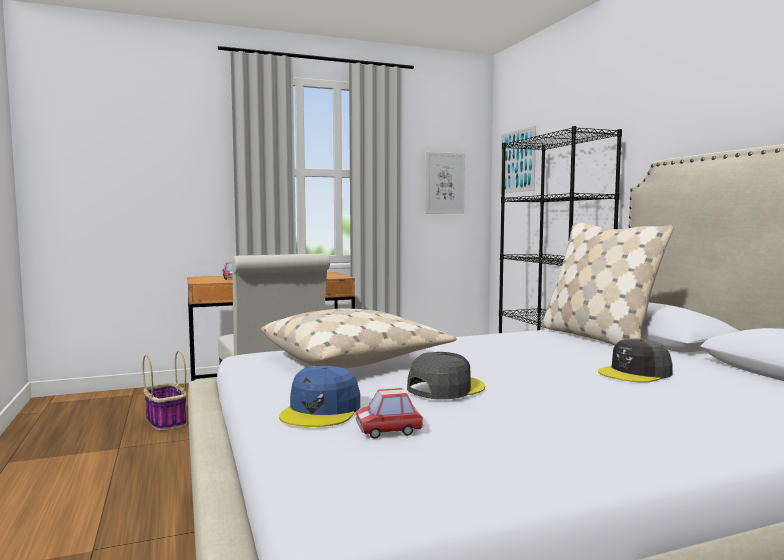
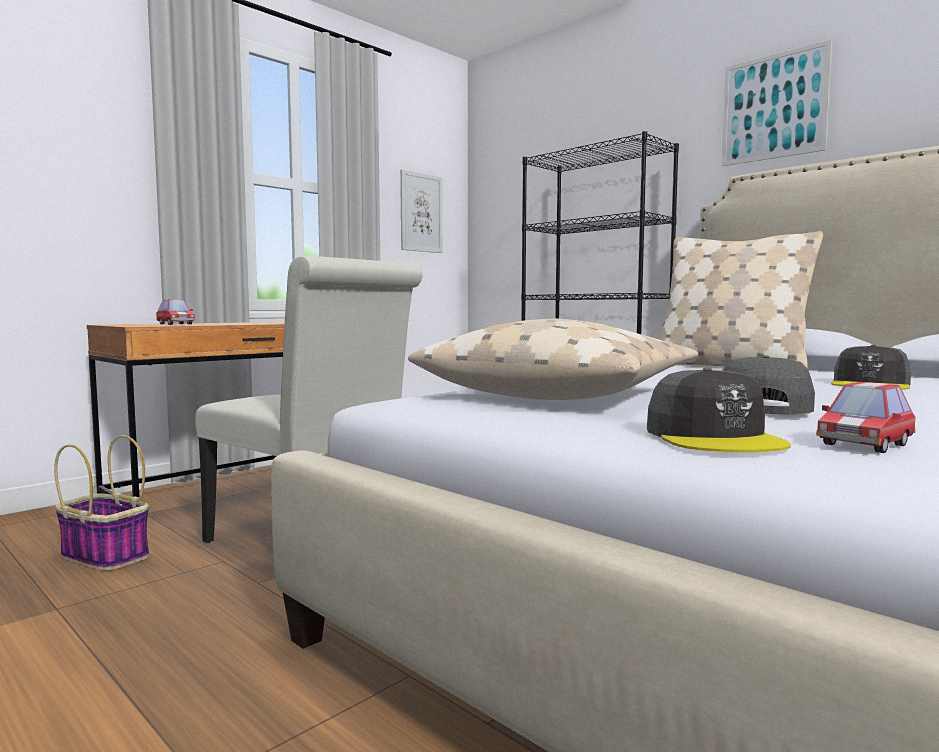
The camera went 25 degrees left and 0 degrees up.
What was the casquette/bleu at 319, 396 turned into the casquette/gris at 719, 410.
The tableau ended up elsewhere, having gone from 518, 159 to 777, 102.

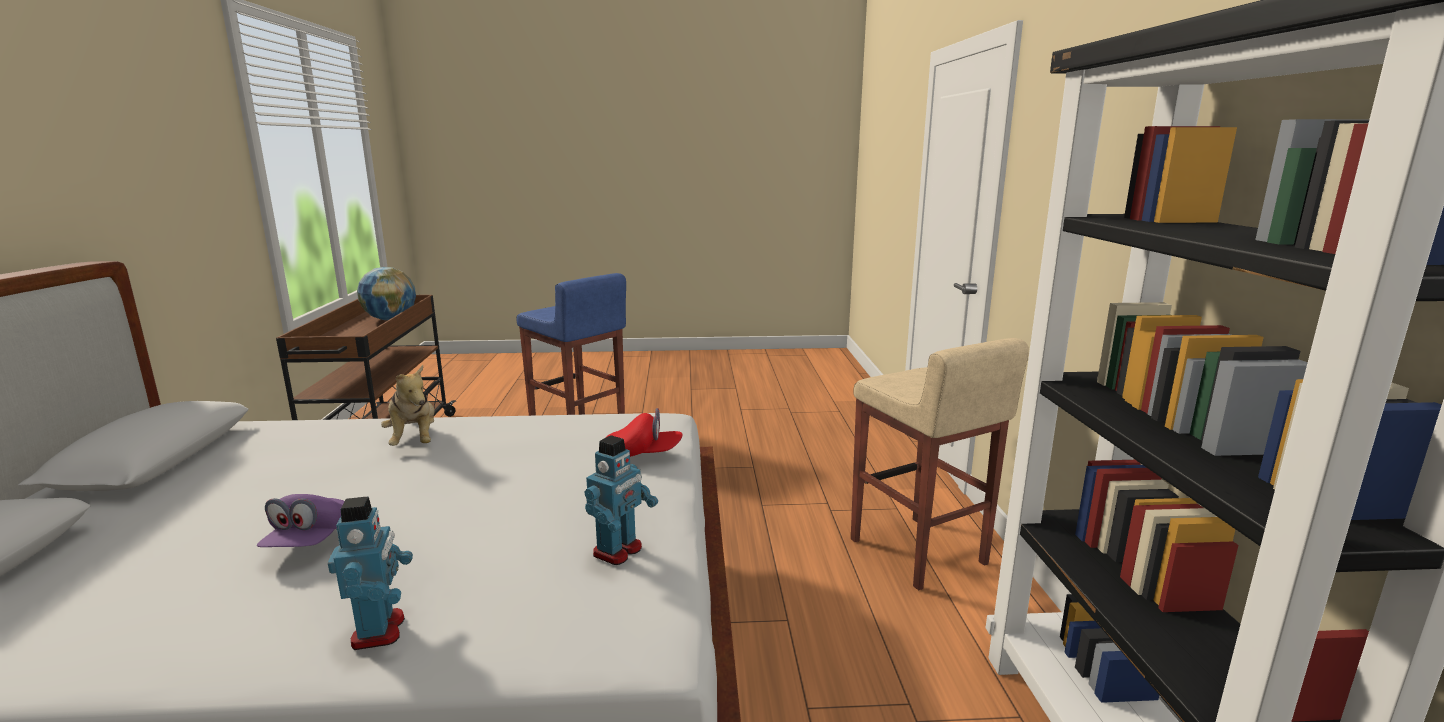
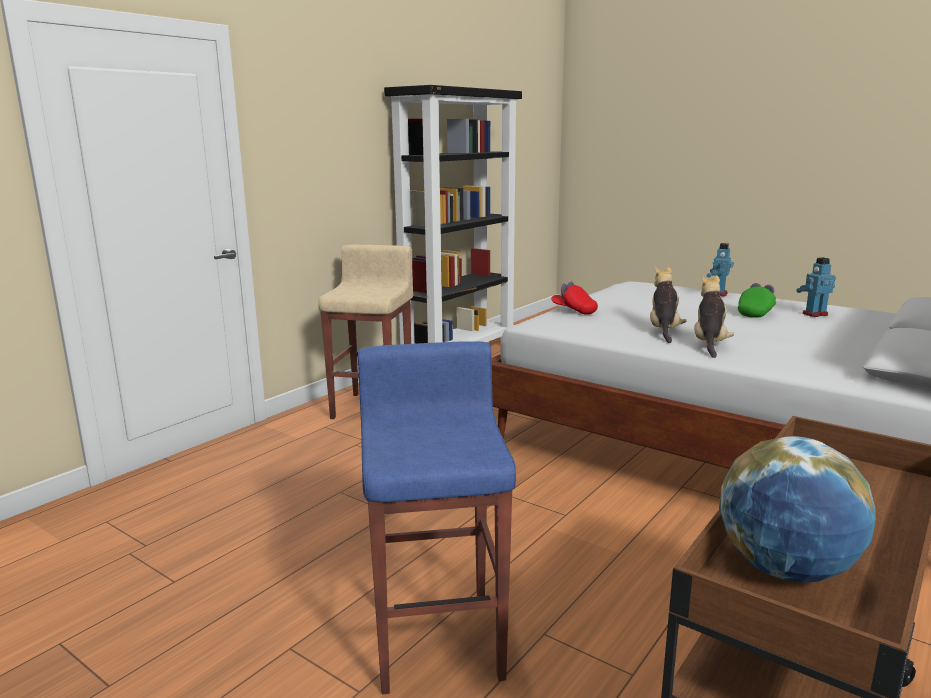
The camera went 140 degrees left and 0 degrees up.
The second view gained the peluche at 668, 304.
What was the casquette/violet at 300, 520 turned into the casquette/vert at 757, 300.
The robot jouet ended up elsewhere, having gone from 621, 500 to 816, 287.

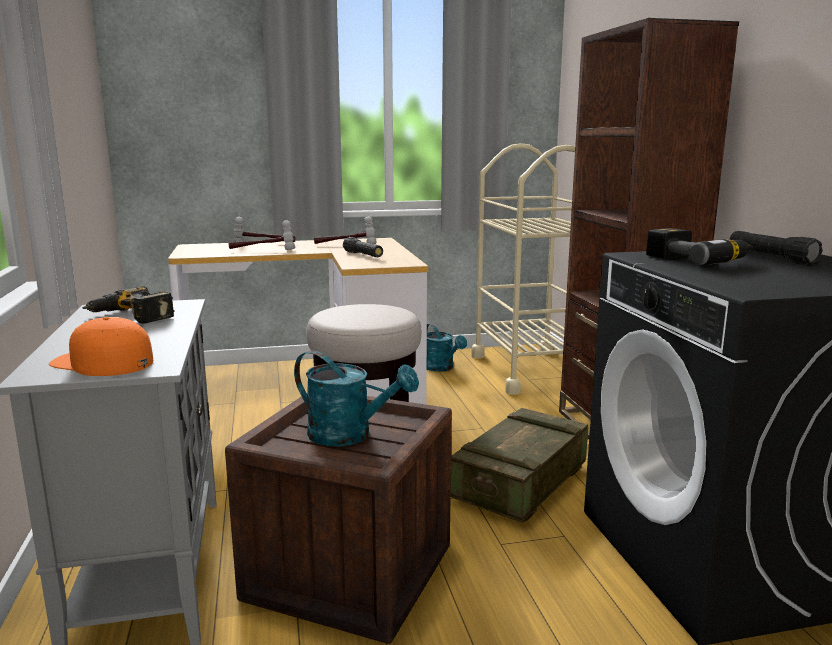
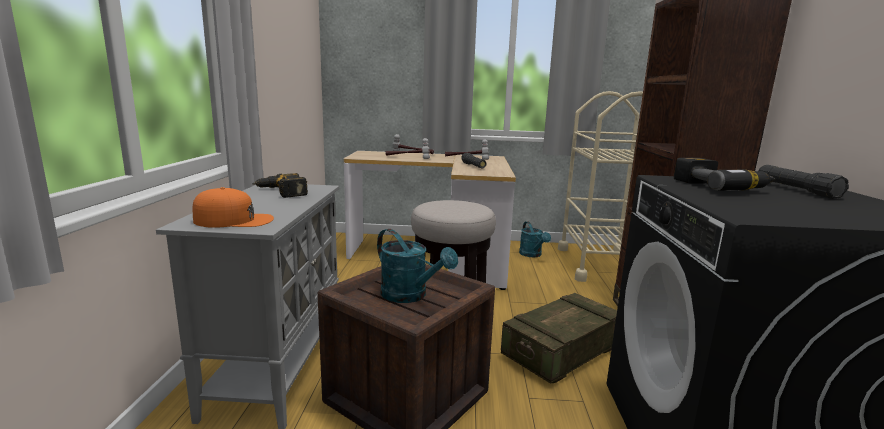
The camera went 15 degrees right and 0 degrees up.
The casquette/orange at 101, 346 ended up facing another way, 135 degrees clockwise from before.

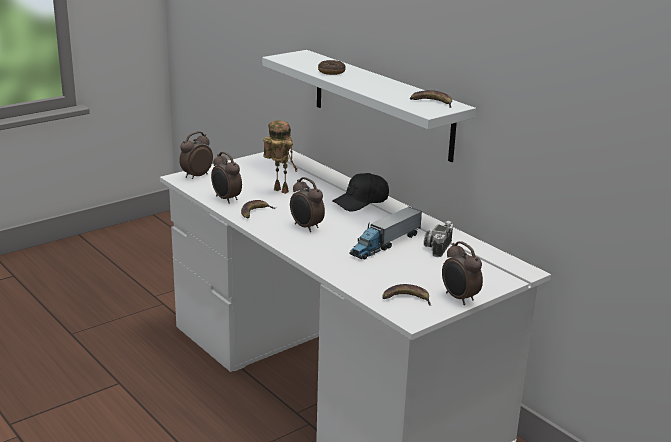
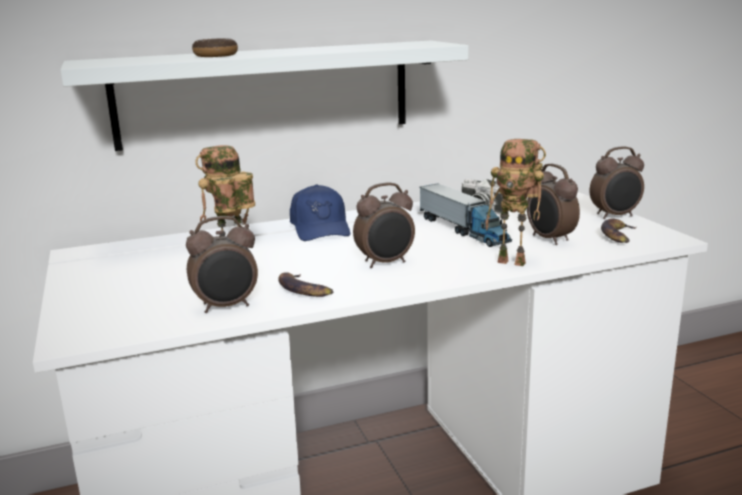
The camera went 70 degrees left and 5 degrees down.
What was the casquette/noir at 360, 192 turned into the casquette/bleu at 320, 212.
The second view gained the robot jouet at 515, 202.
The réveil ended up elsewhere, having gone from 196, 155 to 553, 204.
The second view lost the banane at 431, 99.

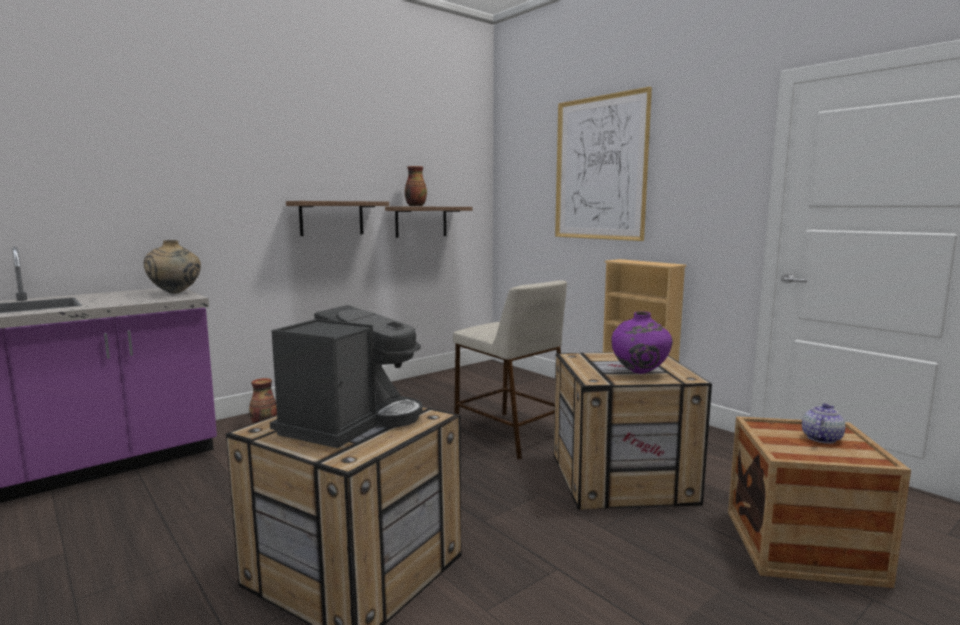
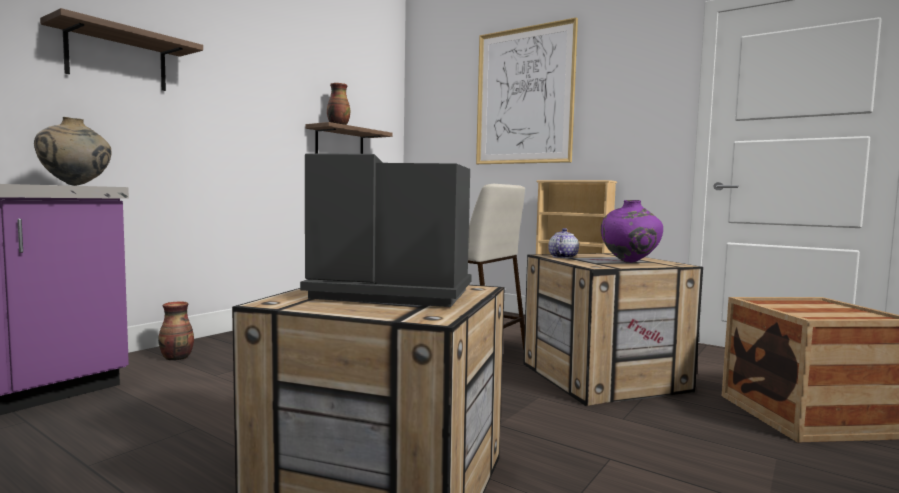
The camera went 15 degrees left and 5 degrees down.
The étagère ended up elsewhere, having gone from 337, 218 to 121, 49.
The machine à café at 346, 376 ended up facing another way, 90 degrees counterclockwise from before.
The théière ended up elsewhere, having gone from 823, 423 to 563, 243.

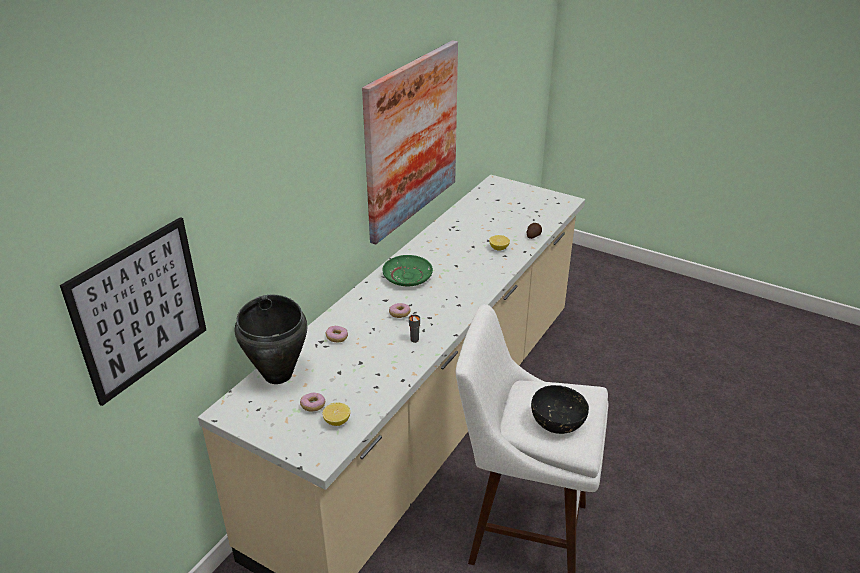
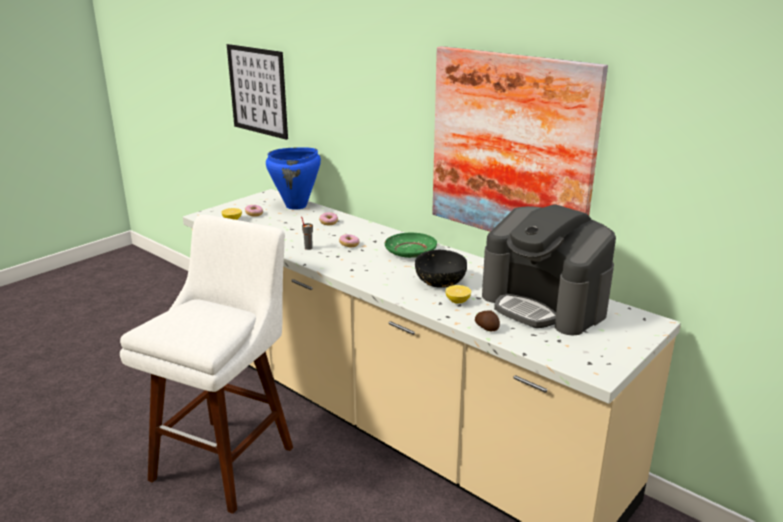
The camera went 100 degrees right and 10 degrees down.
What was the marmite/noir at 271, 339 turned into the marmite/bleu at 293, 178.
The bol/noir ended up elsewhere, having gone from 560, 409 to 441, 269.
The second view gained the machine à café at 549, 270.

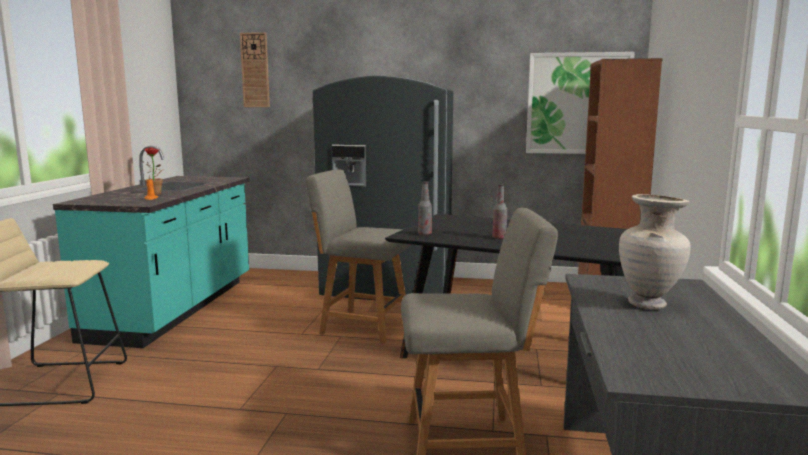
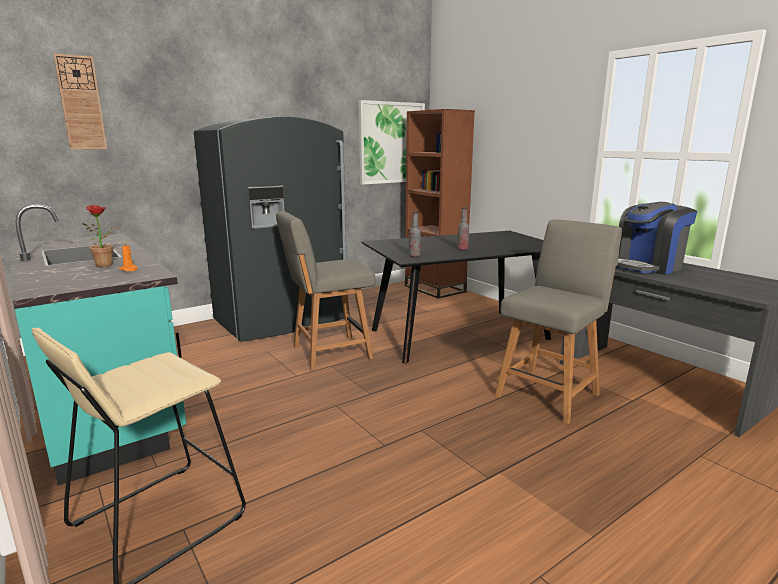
The camera went 45 degrees left and 5 degrees up.
Where the vase/beige stood at 655, 251, the machine à café came to stand at 656, 238.

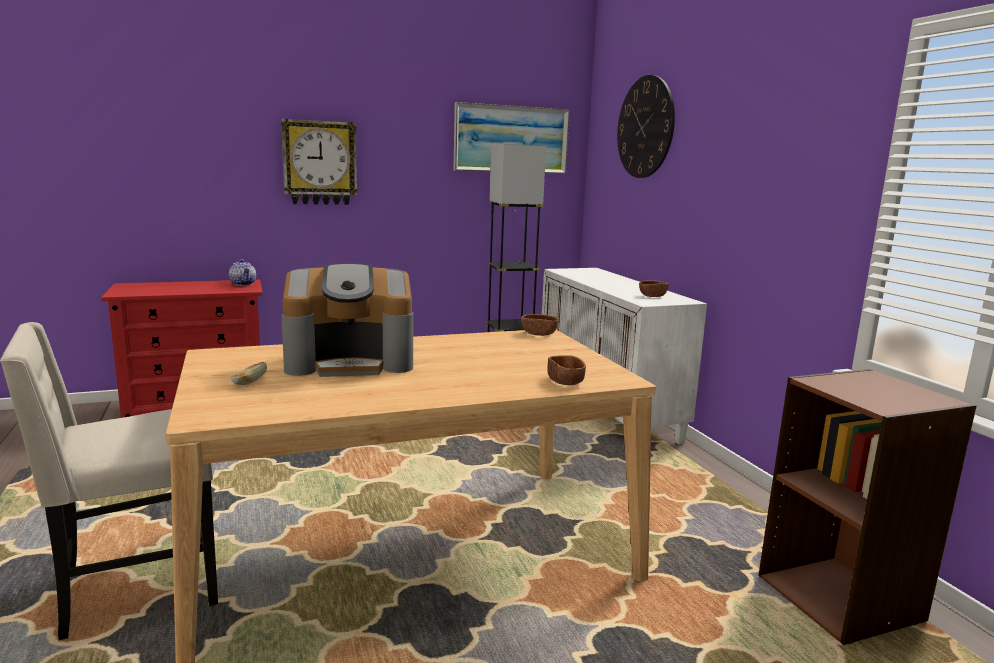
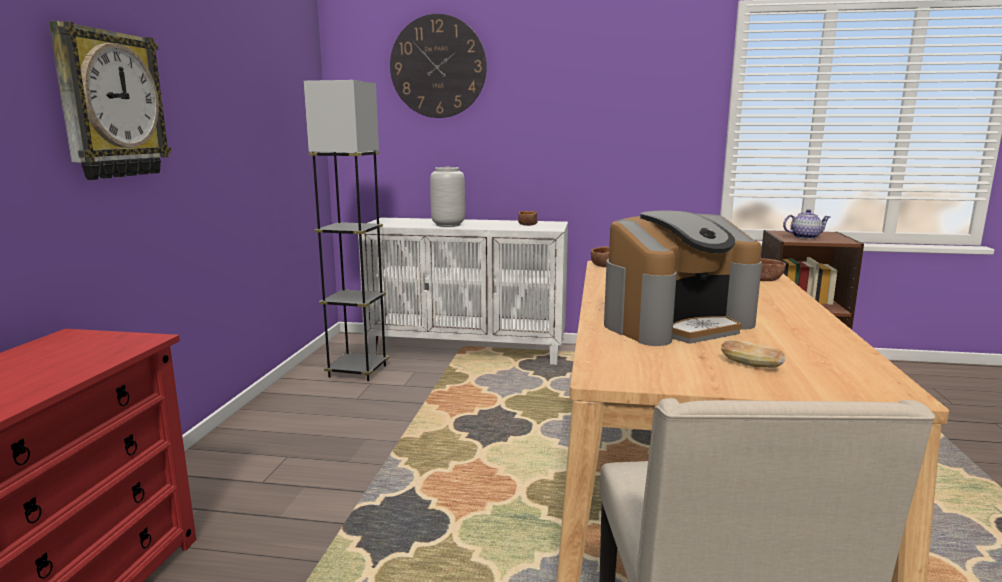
The camera went 60 degrees left and 0 degrees up.
The second view gained the vase/gris at 447, 197.
The machine à café at 347, 320 ended up facing another way, 45 degrees clockwise from before.
The théière ended up elsewhere, having gone from 242, 272 to 806, 224.
The second view lost the tableau at 511, 138.

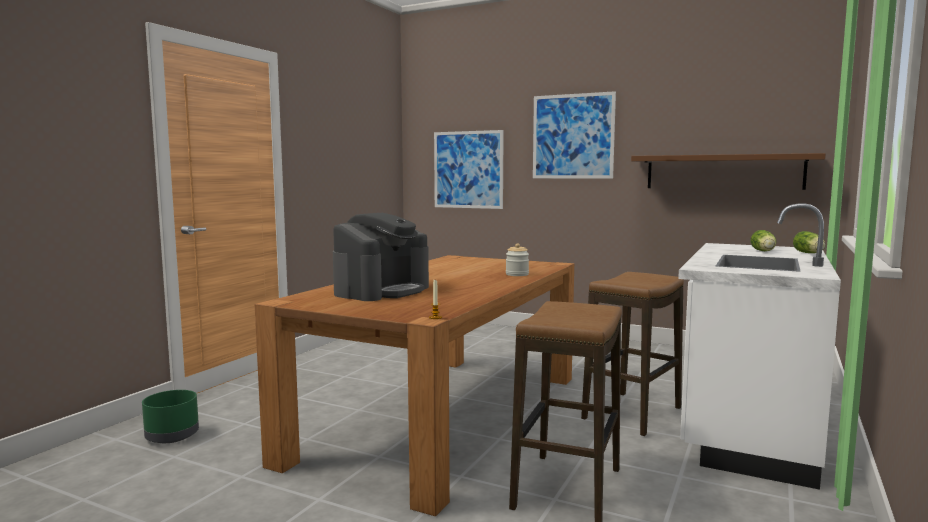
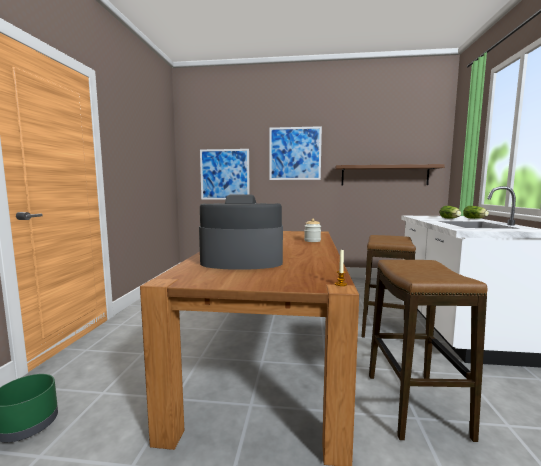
The camera went 20 degrees left and 0 degrees up.
The machine à café at 381, 257 ended up facing another way, 105 degrees counterclockwise from before.

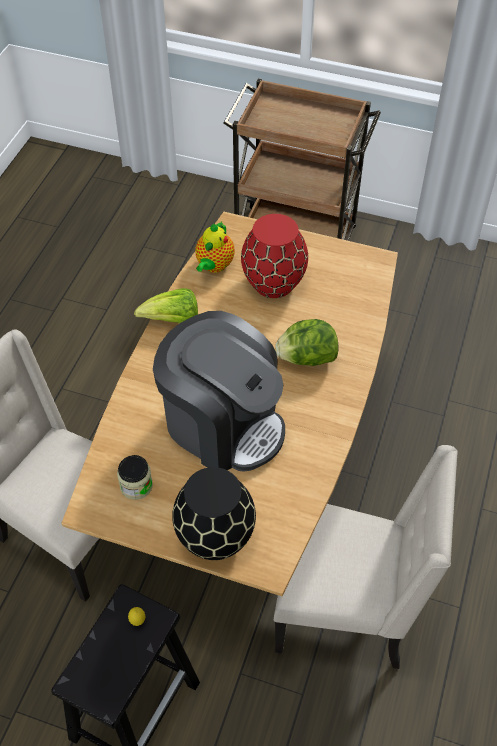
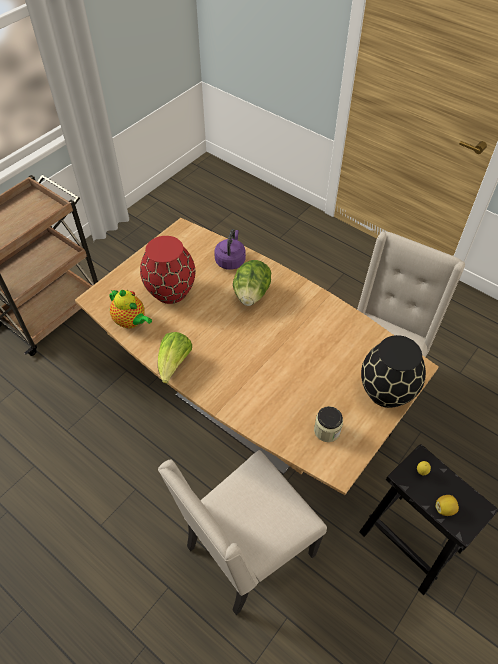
The camera went 70 degrees left and 0 degrees up.
The second view gained the bouilloire/violet at 230, 249.
The second view gained the citron at 447, 505.
The second view lost the machine à café at 219, 391.

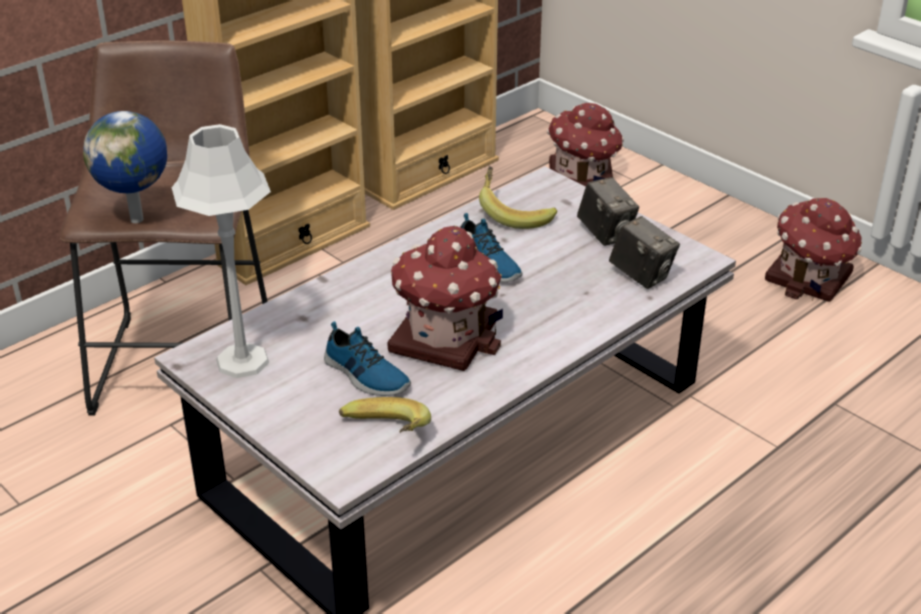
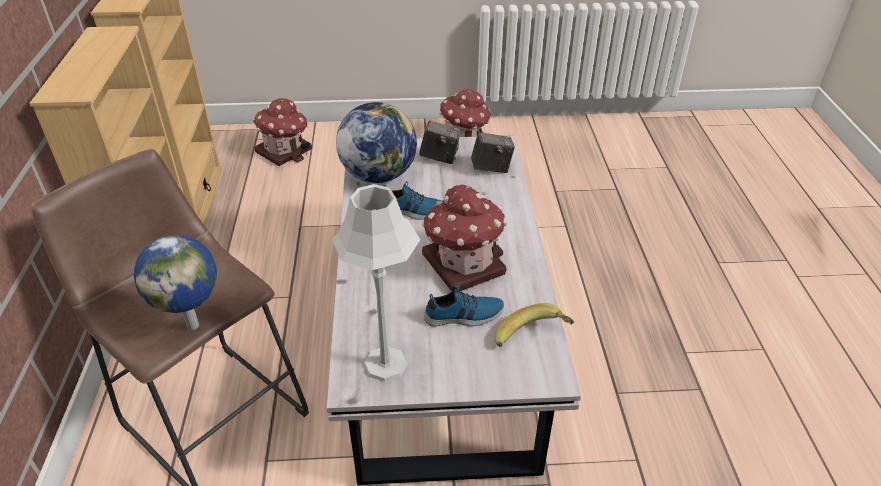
The camera went 50 degrees left and 5 degrees up.
Where the banane stood at 518, 197, the globe came to stand at 376, 142.

